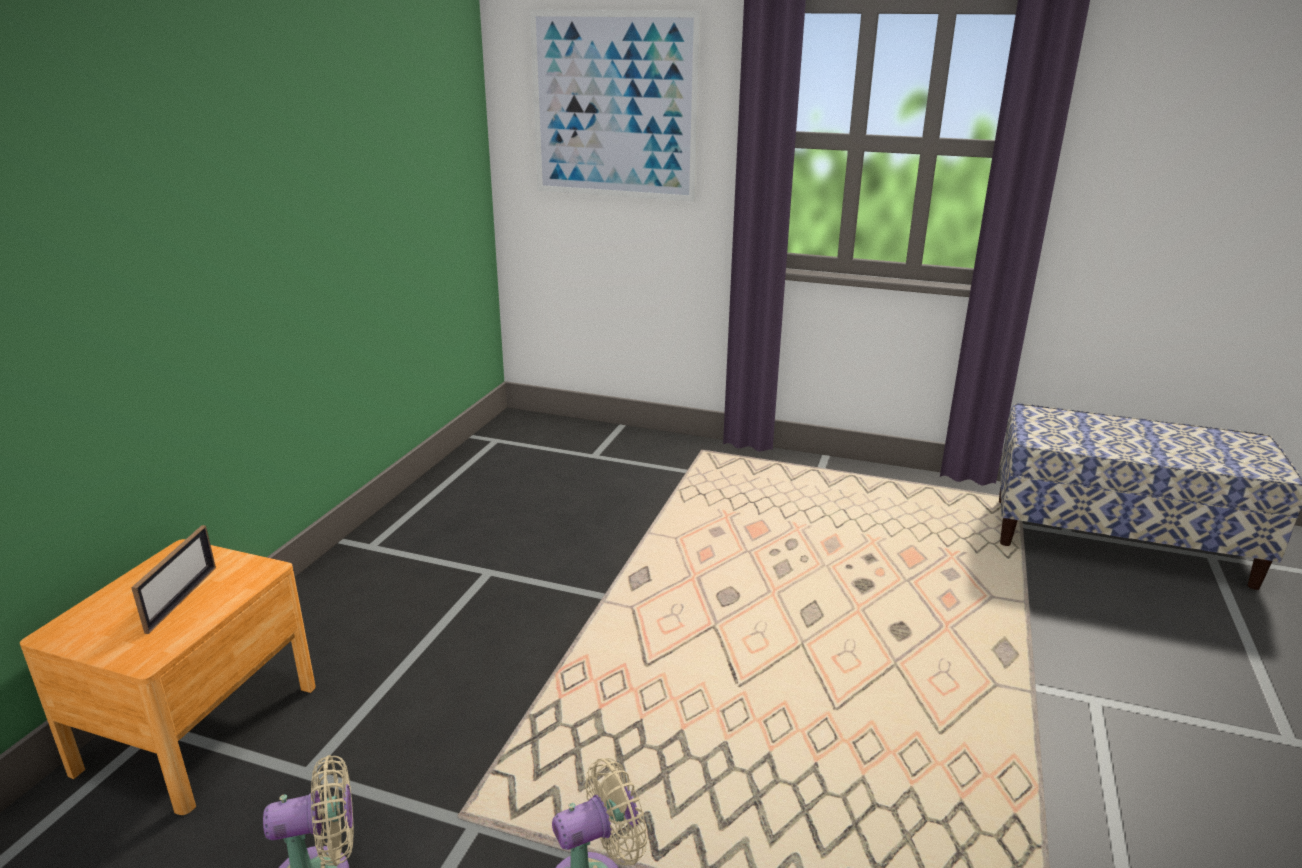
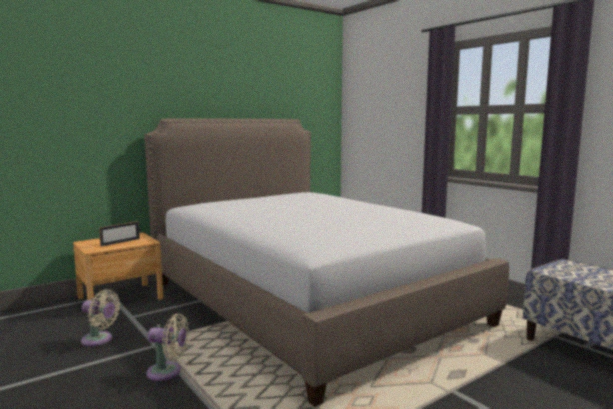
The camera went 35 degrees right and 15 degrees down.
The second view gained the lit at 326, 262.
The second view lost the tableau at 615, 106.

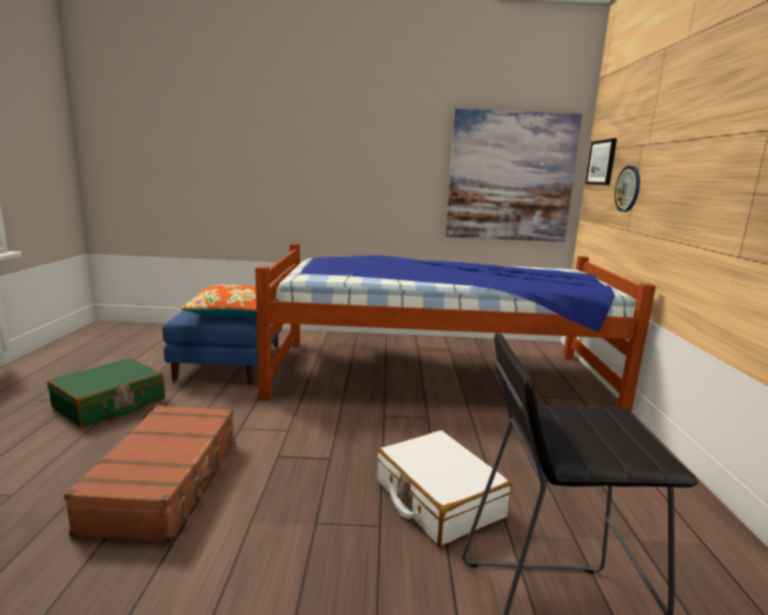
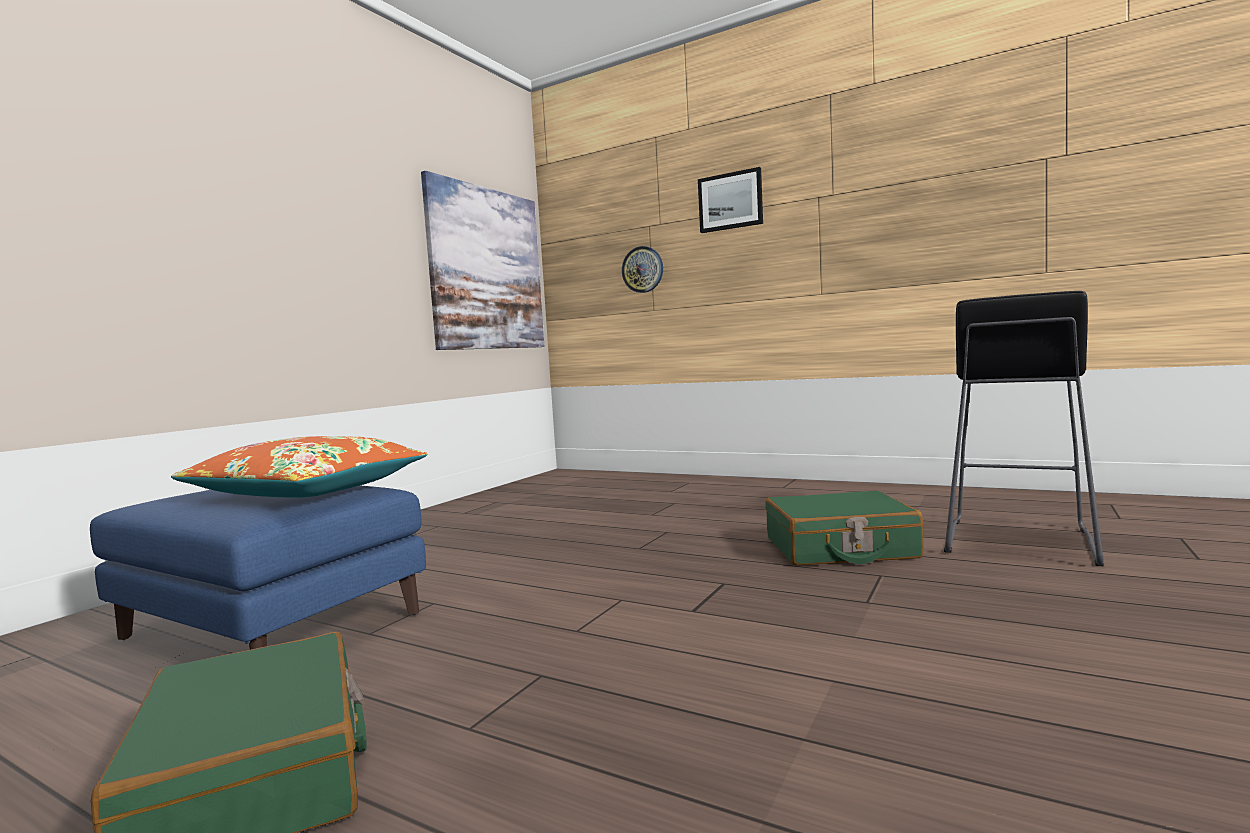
The camera went 60 degrees left and 10 degrees down.
The tableau ended up elsewhere, having gone from 601, 161 to 730, 200.
What was the valise/blanc at 444, 488 turned into the valise/vert at 844, 528.
The second view lost the valise/marron at 150, 474.
The second view lost the lit at 455, 328.

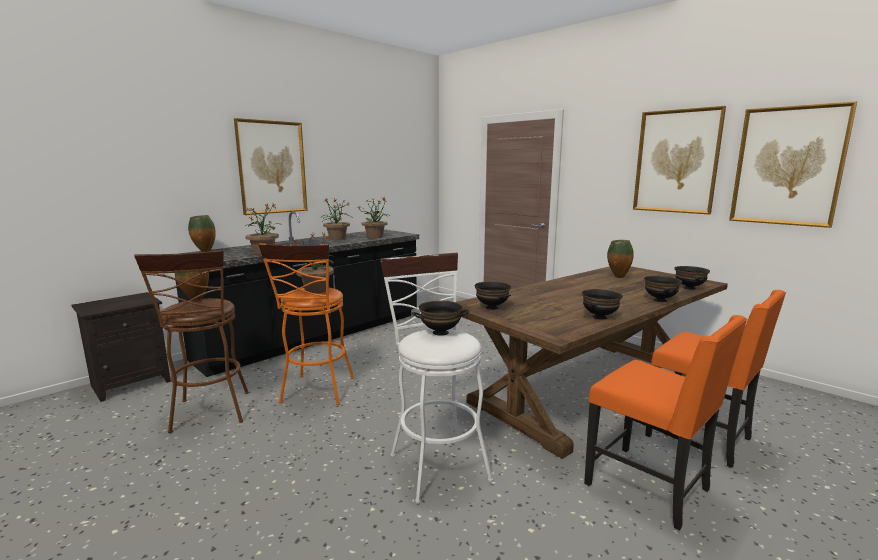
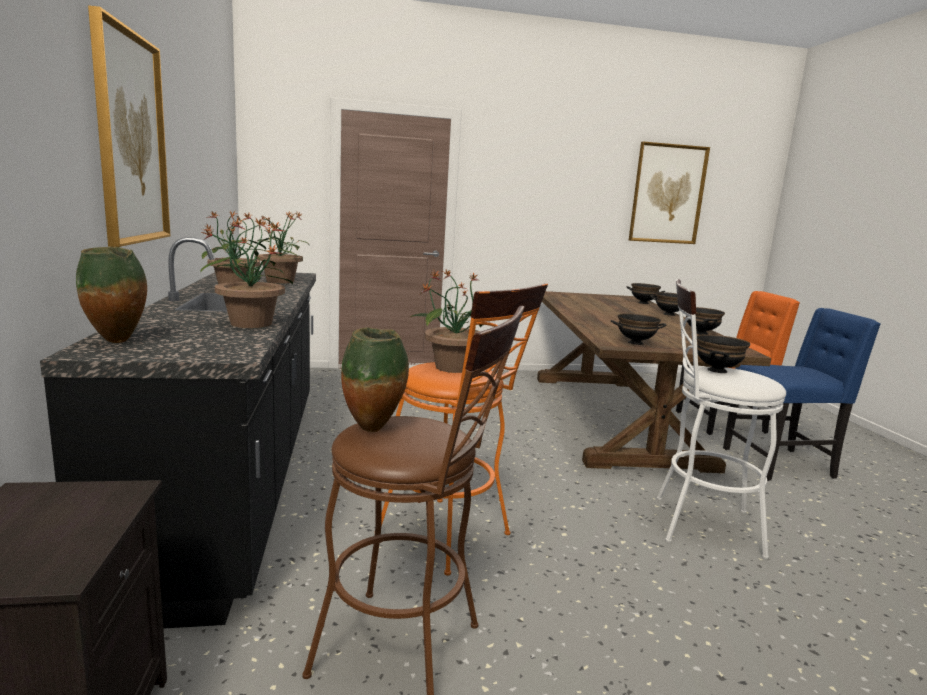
The camera went 55 degrees left and 0 degrees up.
What was the chaise/orange at 665, 423 turned into the chaise/bleu at 802, 394.
The second view lost the vase at 620, 259.
The second view lost the tableau at 679, 160.

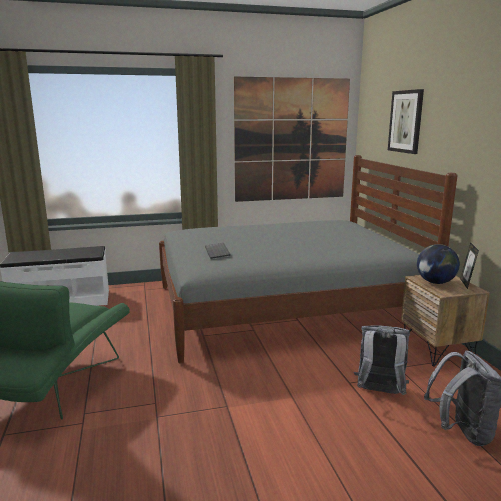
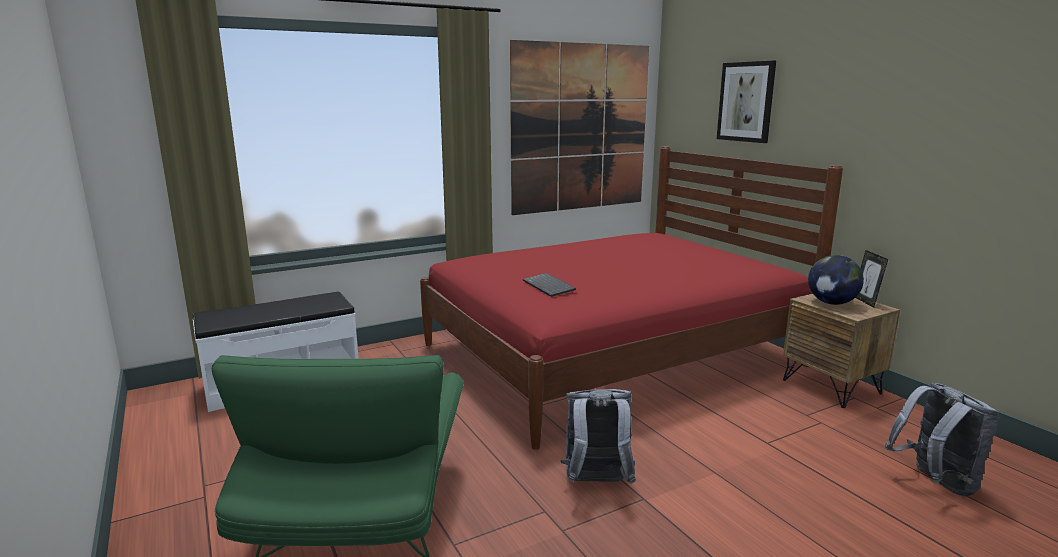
The camera went 15 degrees left and 0 degrees up.
What was the lit/gris at 308, 259 turned into the lit/rouge at 631, 298.
The sac à dos/gris ended up elsewhere, having gone from 382, 360 to 598, 436.

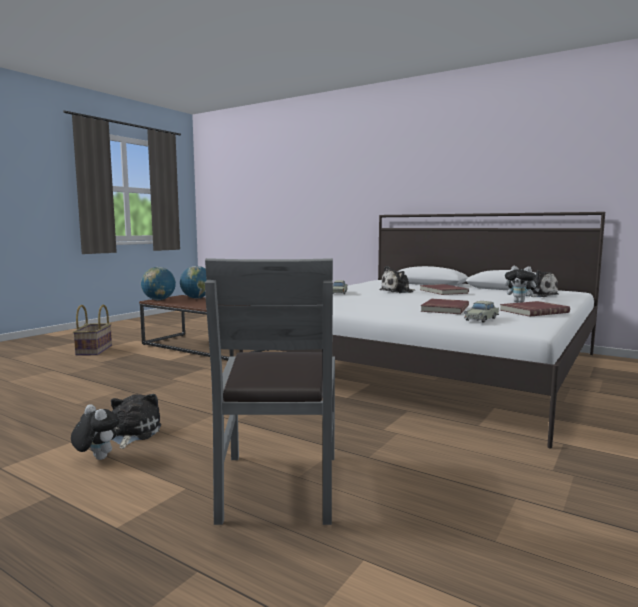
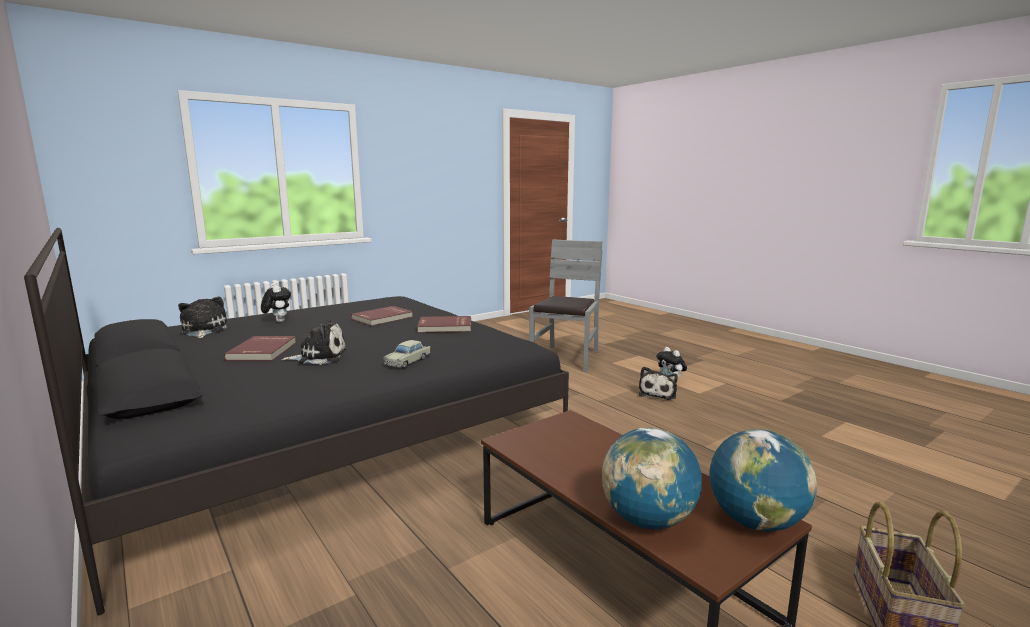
The camera went 160 degrees left and 5 degrees up.
What was the lit/blanc at 422, 330 turned into the lit/noir at 296, 421.
The livre/rouge ended up elsewhere, having gone from 535, 309 to 444, 324.
The second view lost the petite voiture/beige at 481, 312.

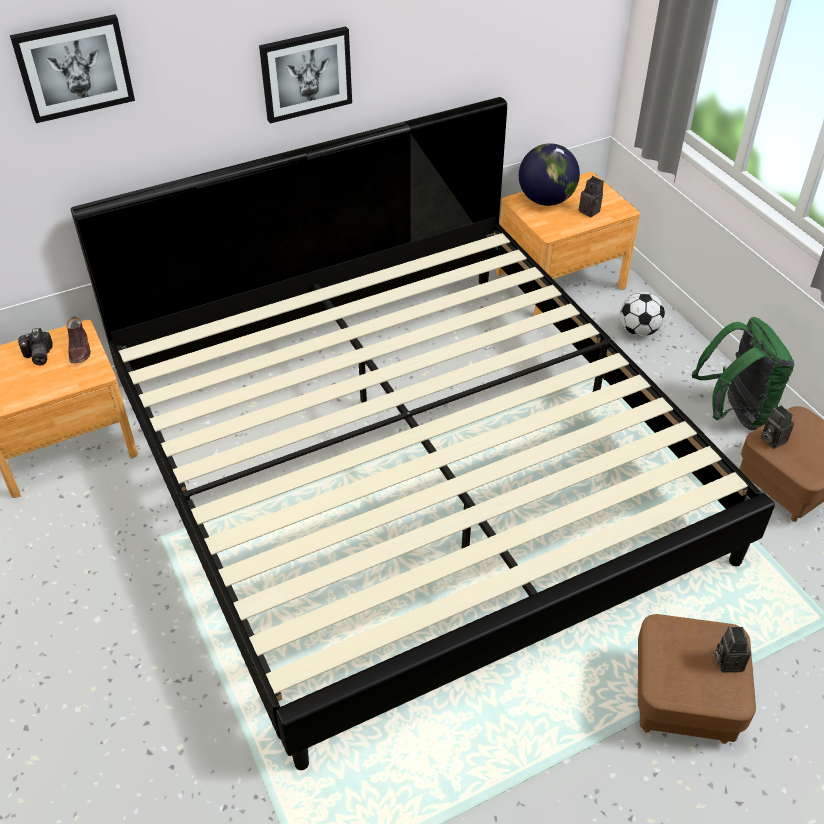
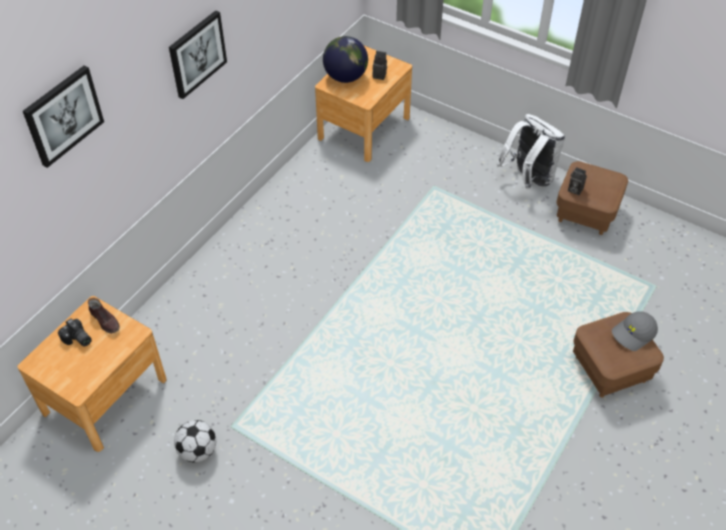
The camera went 30 degrees left and 5 degrees up.
The ballon de foot ended up elsewhere, having gone from 642, 314 to 195, 441.
What was the sac à dos/vert at 743, 374 turned into the sac à dos/blanc at 531, 151.
Where the appareil photo stood at 732, 649, the casquette/gris came to stand at 635, 331.
The second view lost the lit at 423, 433.

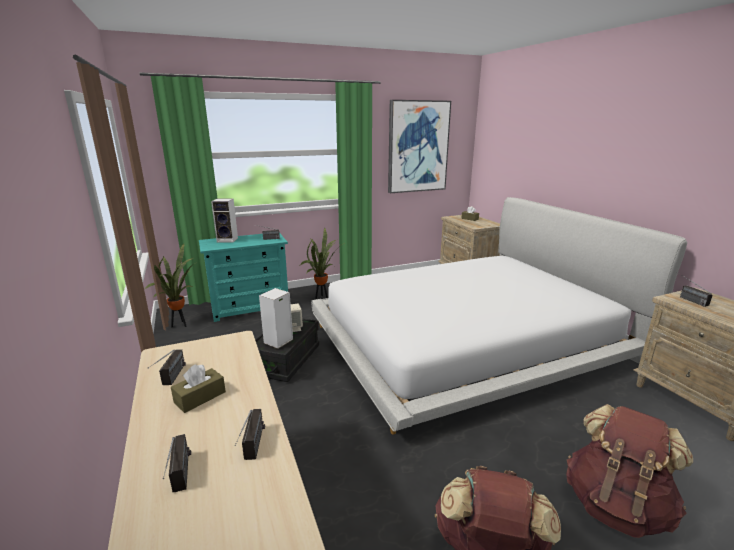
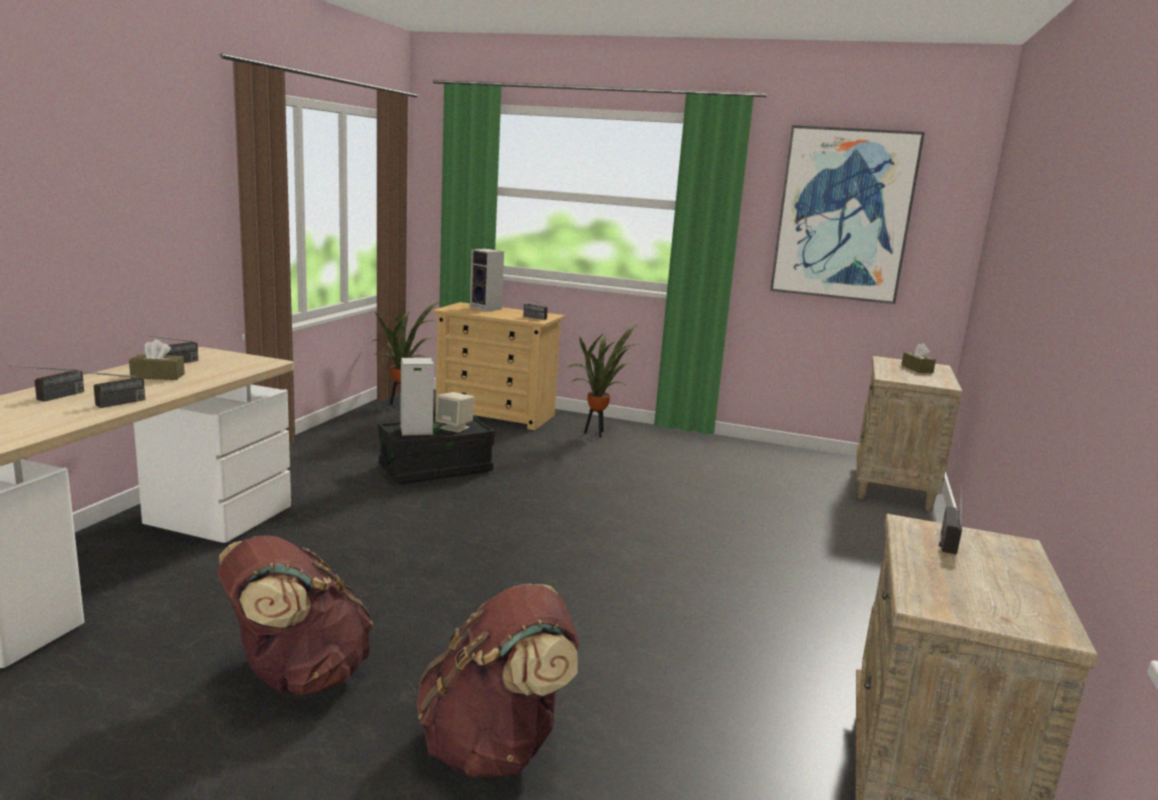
The camera went 40 degrees right and 5 degrees down.
What was the commode/turquoise at 243, 278 turned into the commode/beige at 499, 366.
The second view lost the lit/blanc at 499, 316.

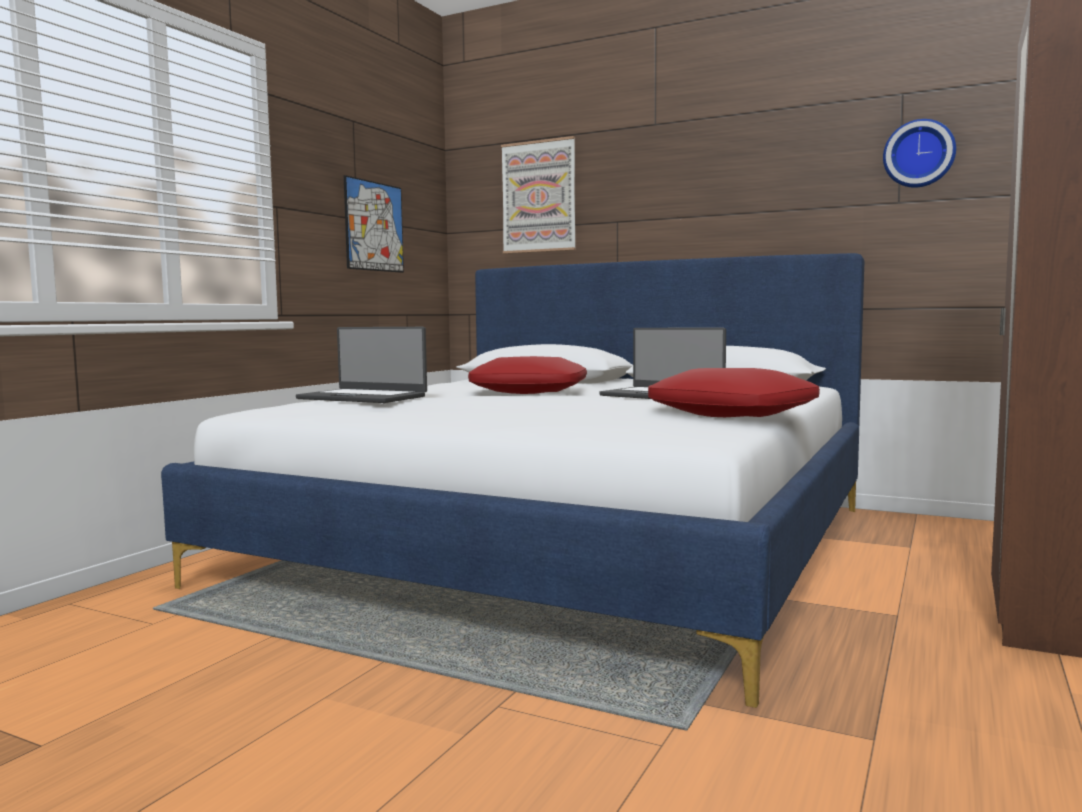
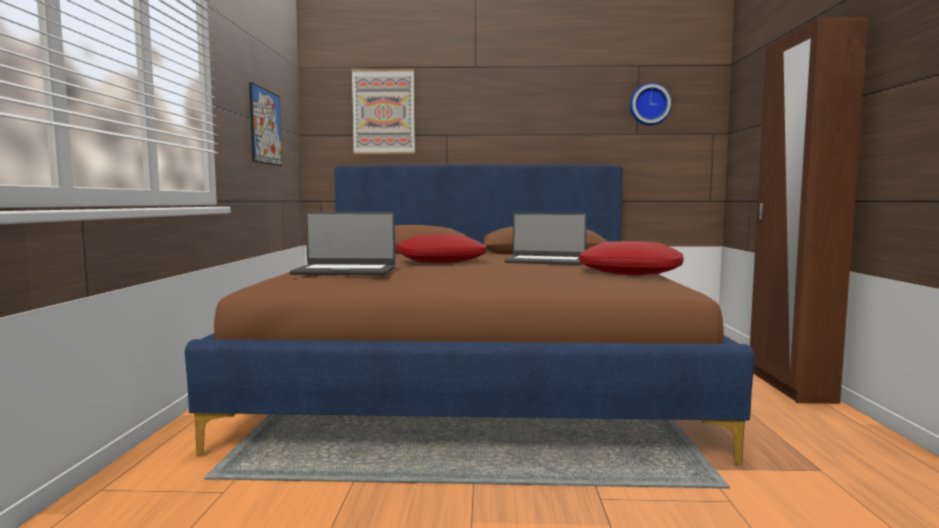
The camera went 25 degrees left and 0 degrees up.
What was the lit/blanc at 513, 480 turned into the lit/marron at 470, 314.

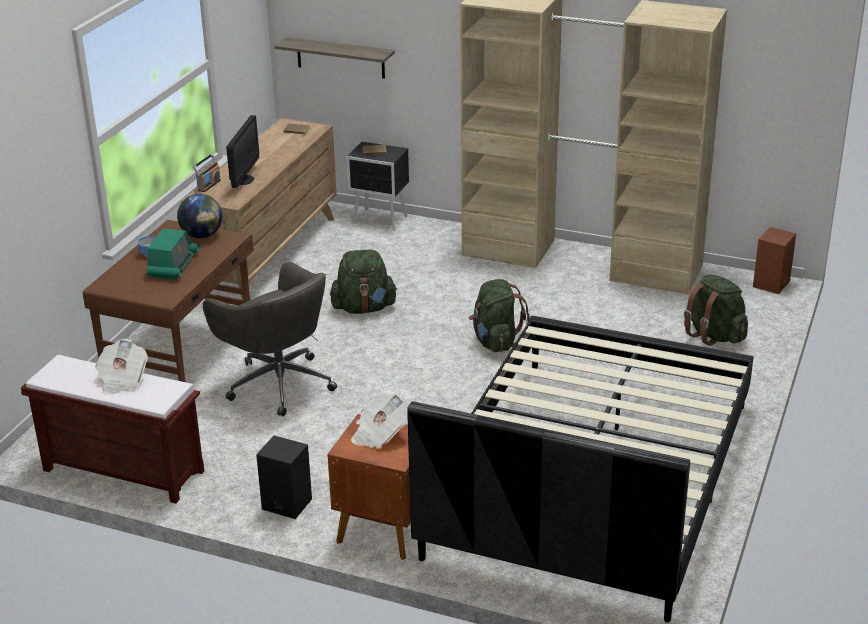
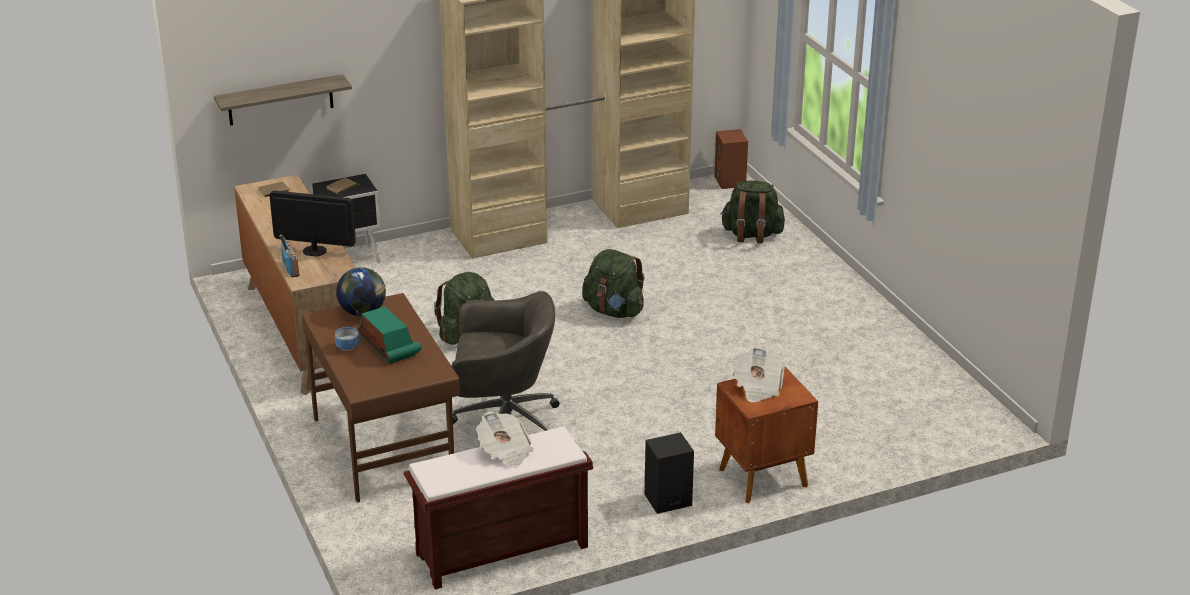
The camera went 45 degrees left and 0 degrees up.
The écran d'ordinateur at 242, 151 ended up facing another way, 45 degrees counterclockwise from before.
The second view lost the lit/noir at 580, 469.

